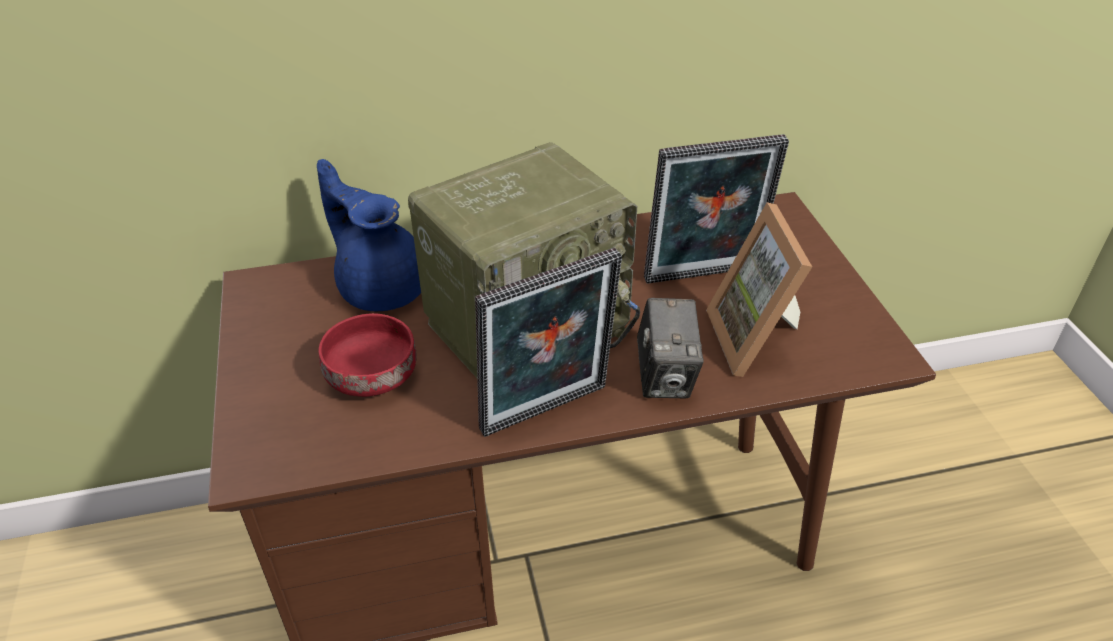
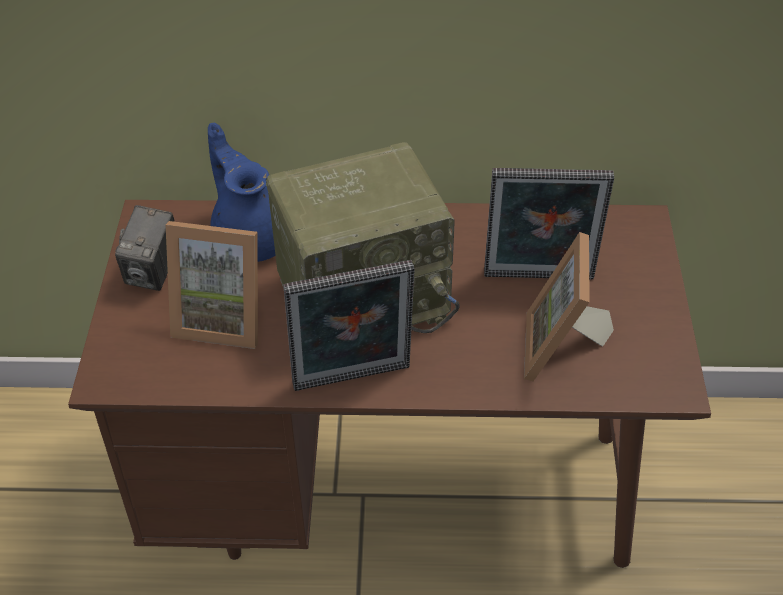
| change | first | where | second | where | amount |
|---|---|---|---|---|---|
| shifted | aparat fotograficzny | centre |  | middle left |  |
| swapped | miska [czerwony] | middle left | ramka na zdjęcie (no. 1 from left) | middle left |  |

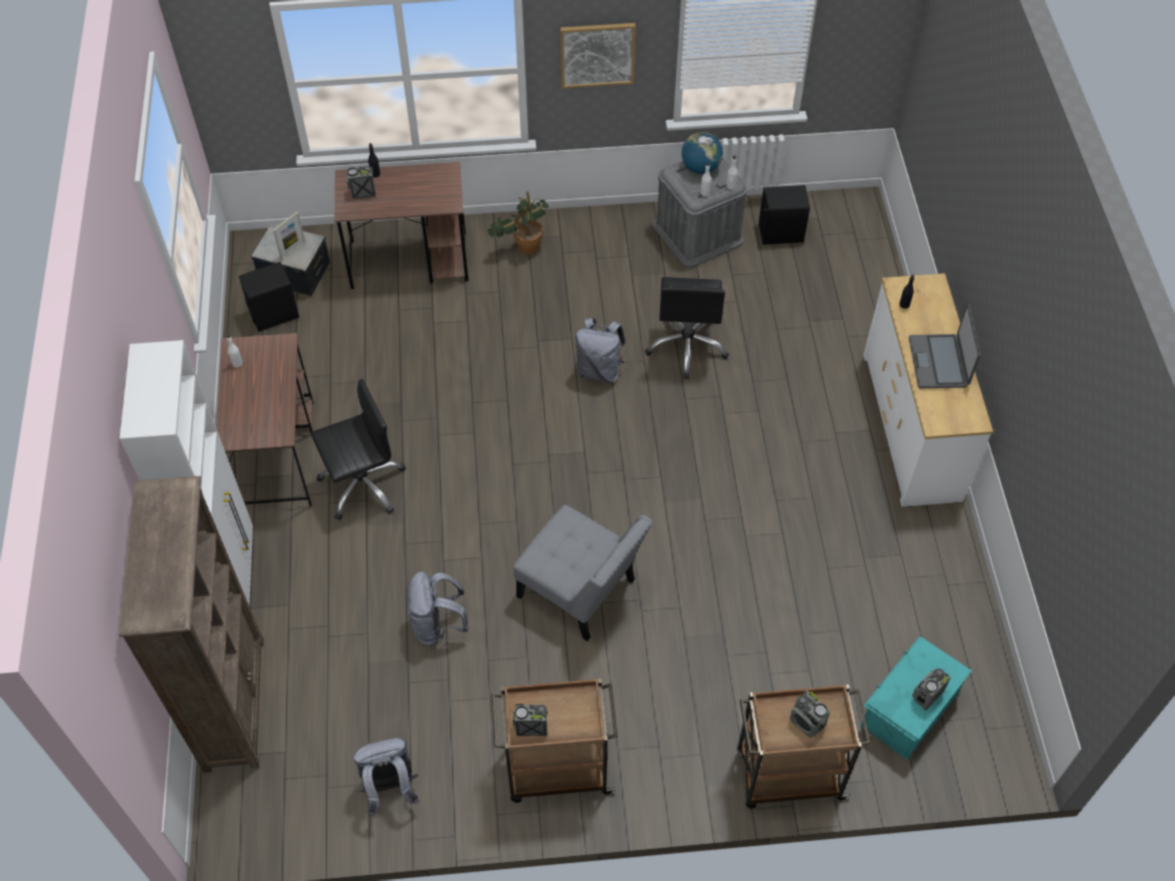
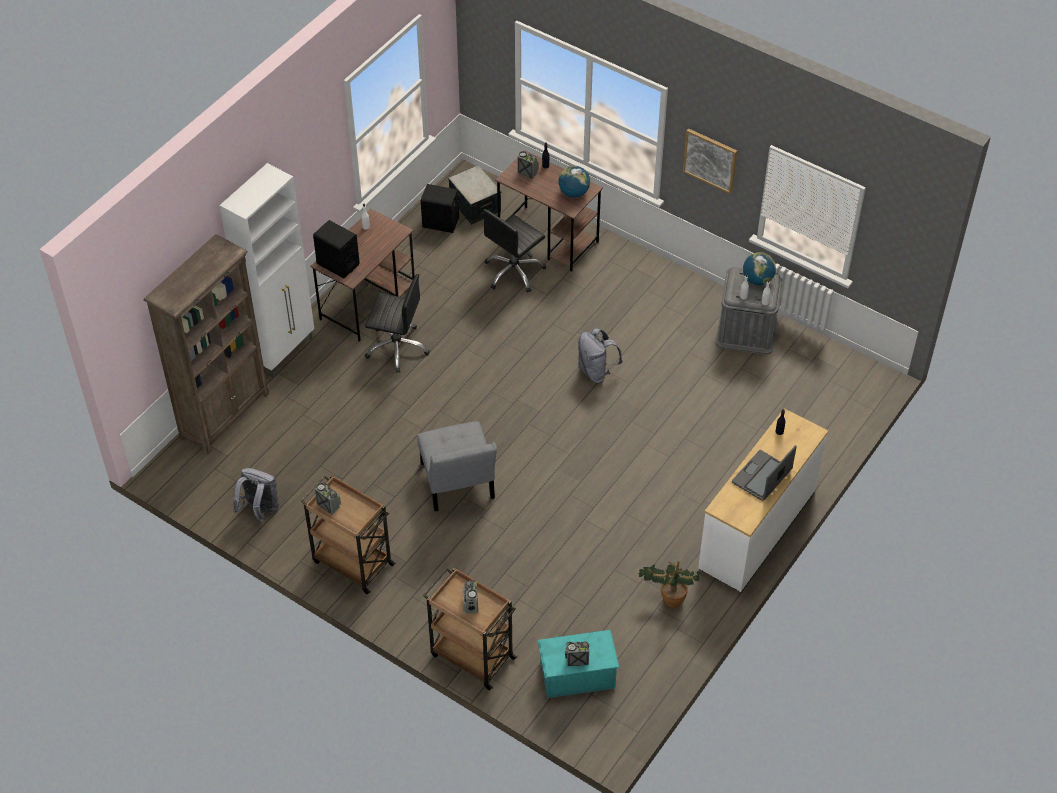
| change | first | where | second | where | amount |
|---|---|---|---|---|---|
| shifted | głośnik [czarny] (no. 2 from left in the first image) | top right | głośnik [czarny] (no. 1 from left) | top left |  |
| shifted | krzesło biurowe [czarny] (no. 2 from left) | centre |  | top centre |  |
| new |  |  | globus (no. 1 from left) | top centre |  |
| shifted | roślina doniczkowa | top centre |  | bottom centre |  |
| gone | ramka na zdjęcie | top left |  |  |  |
| gone | plecak [szary] (no. 2 from left) | bottom centre |  |  |  |

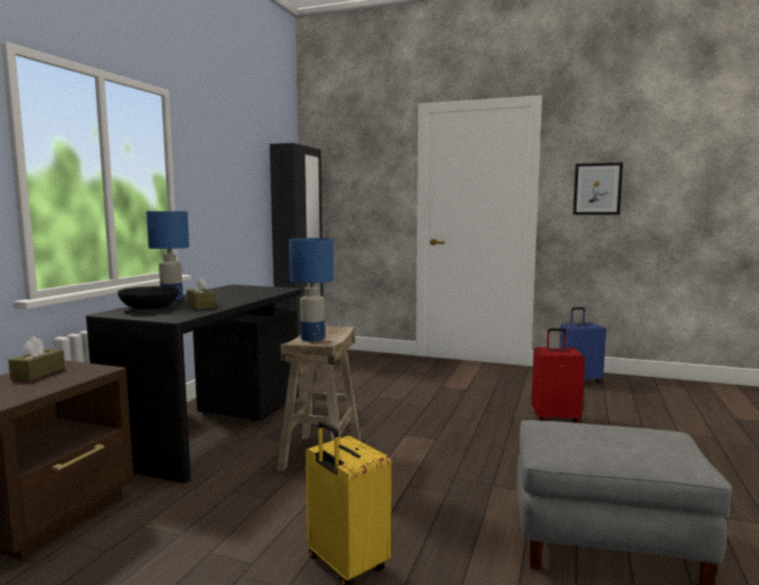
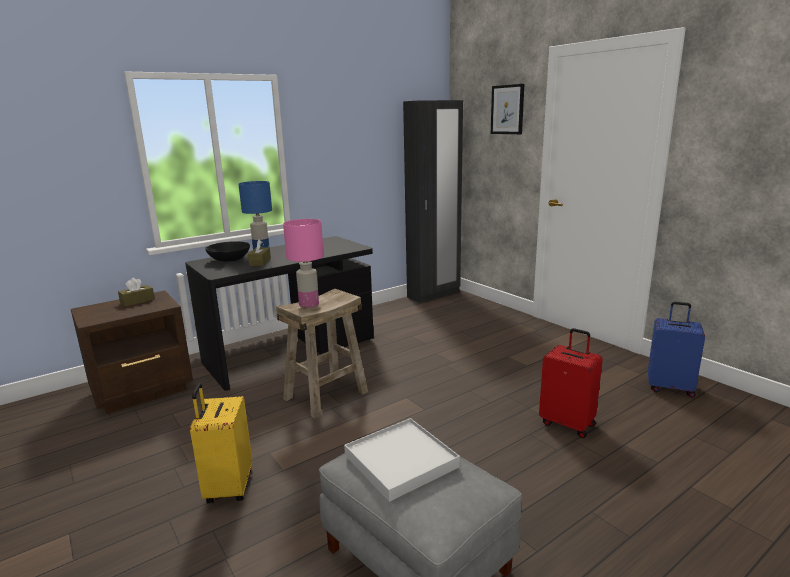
| change | first | where | second | where | amount |
|---|---|---|---|---|---|
| repainted | lampa stołowa [niebieski] (no. 2 from left) | centre | lampa stołowa [różowy] | centre |  |
| new |  |  | taca [biały] | bottom centre |  |
| shifted | obraz | top right |  | top centre |  |

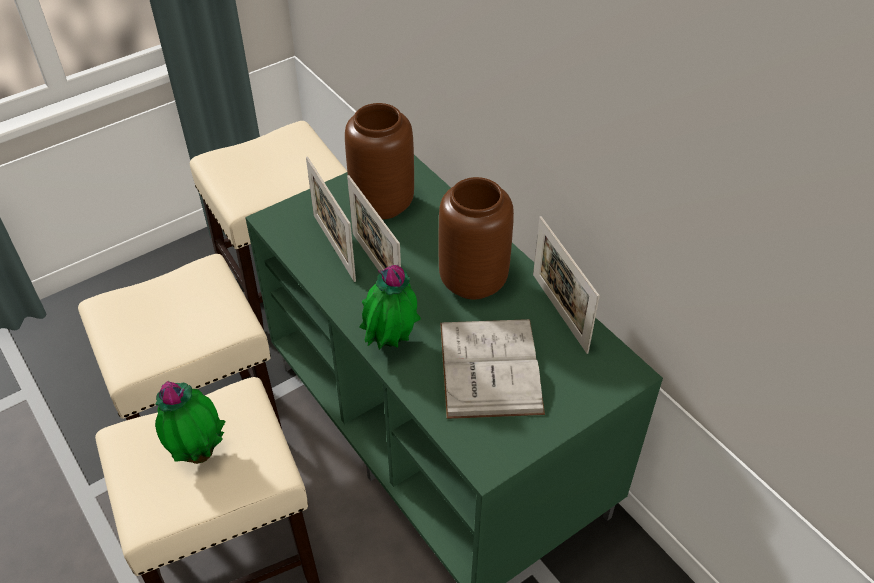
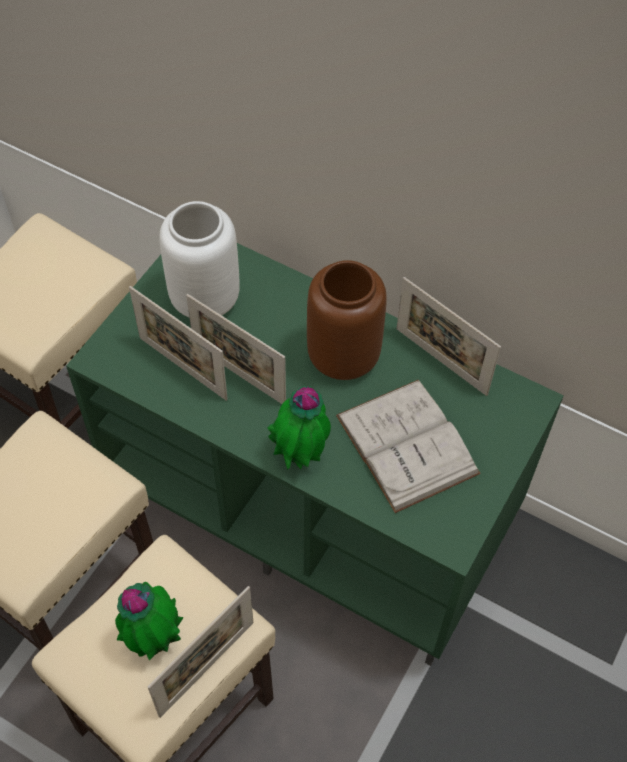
| change | first | where | second | where | amount |
|---|---|---|---|---|---|
| new |  |  | ramka na zdjęcie (no. 2 from left) | bottom left |  |
| repainted | wazon [brązowy] (no. 1 from left) | top centre | wazon [biały] | middle left |  |

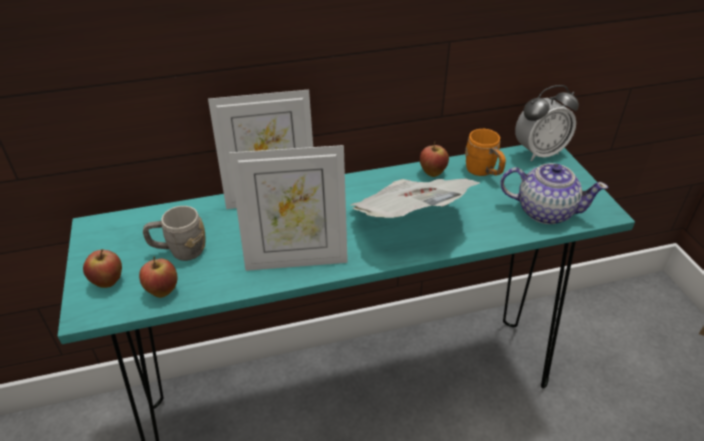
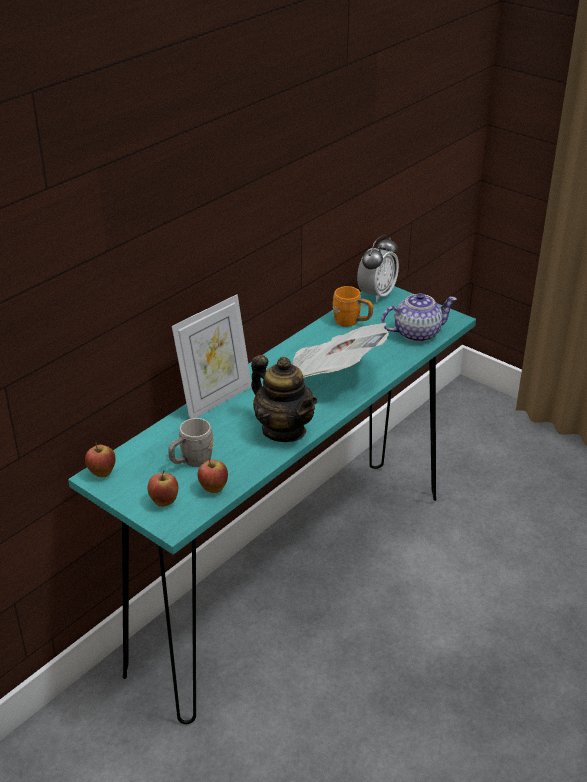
| change | first | where | second | where | amount |
|---|---|---|---|---|---|
| shifted | jabłko (no. 3 from left in the first image) | centre | jabłko (no. 1 from left) | middle left |  |
| swapped | ramka na zdjęcie (no. 2 from left) | centre | imbryk (no. 1 from left) | centre |  |

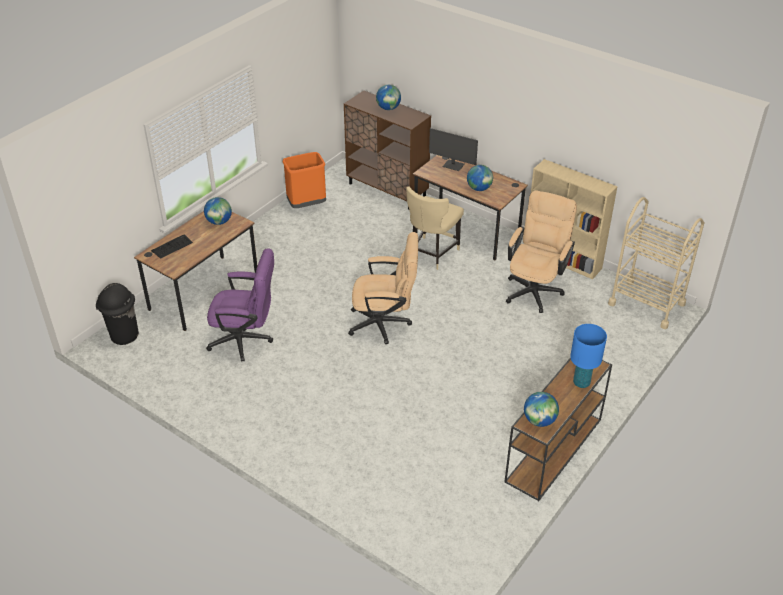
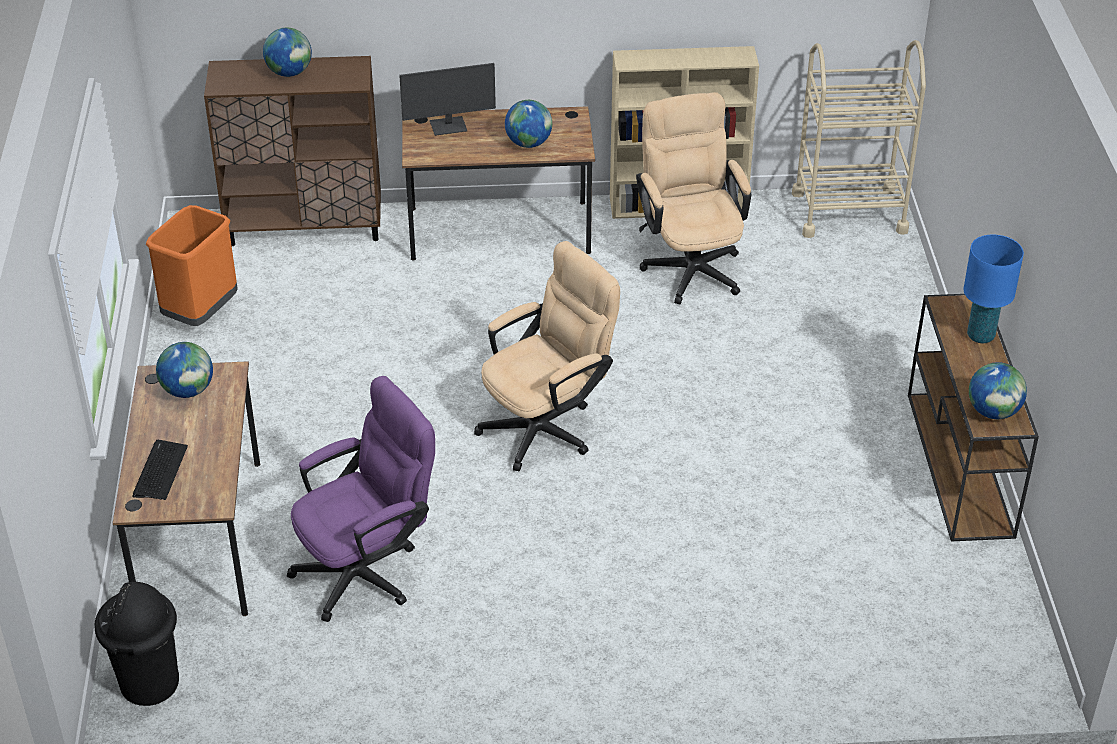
| change | first | where | second | where | amount |
|---|---|---|---|---|---|
| gone | krzesło [beżowy] | centre |  |  |  |

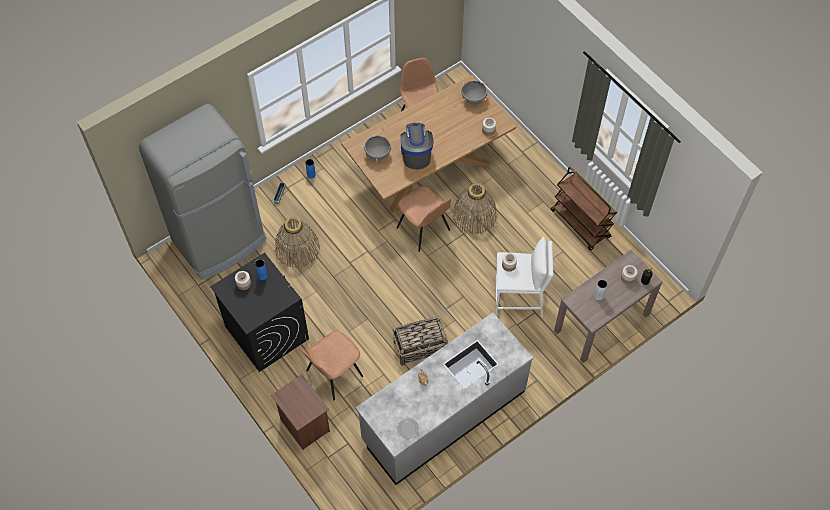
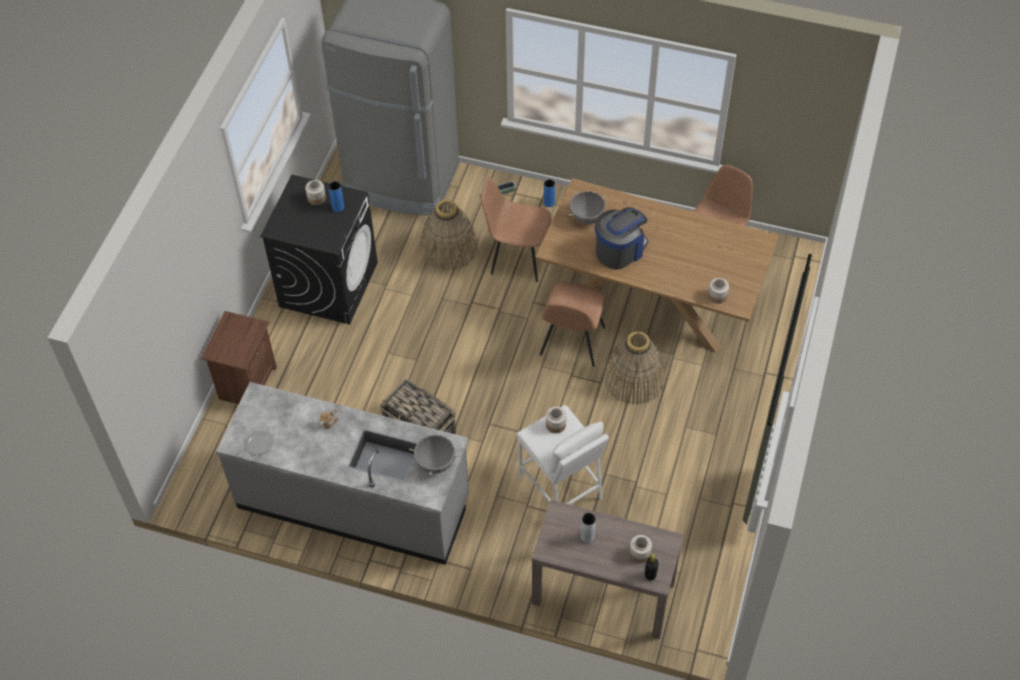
| change | first | where | second | where | amount |
|---|---|---|---|---|---|
| shifted | garnek [szary] (no. 2 from left in the first image) | top centre | garnek [szary] (no. 1 from left) | centre |  |
| shifted | krzesło [brązowy] (no. 1 from left) | bottom centre |  | centre |  |
| gone | wózek [brązowy] | middle right |  |  |  |

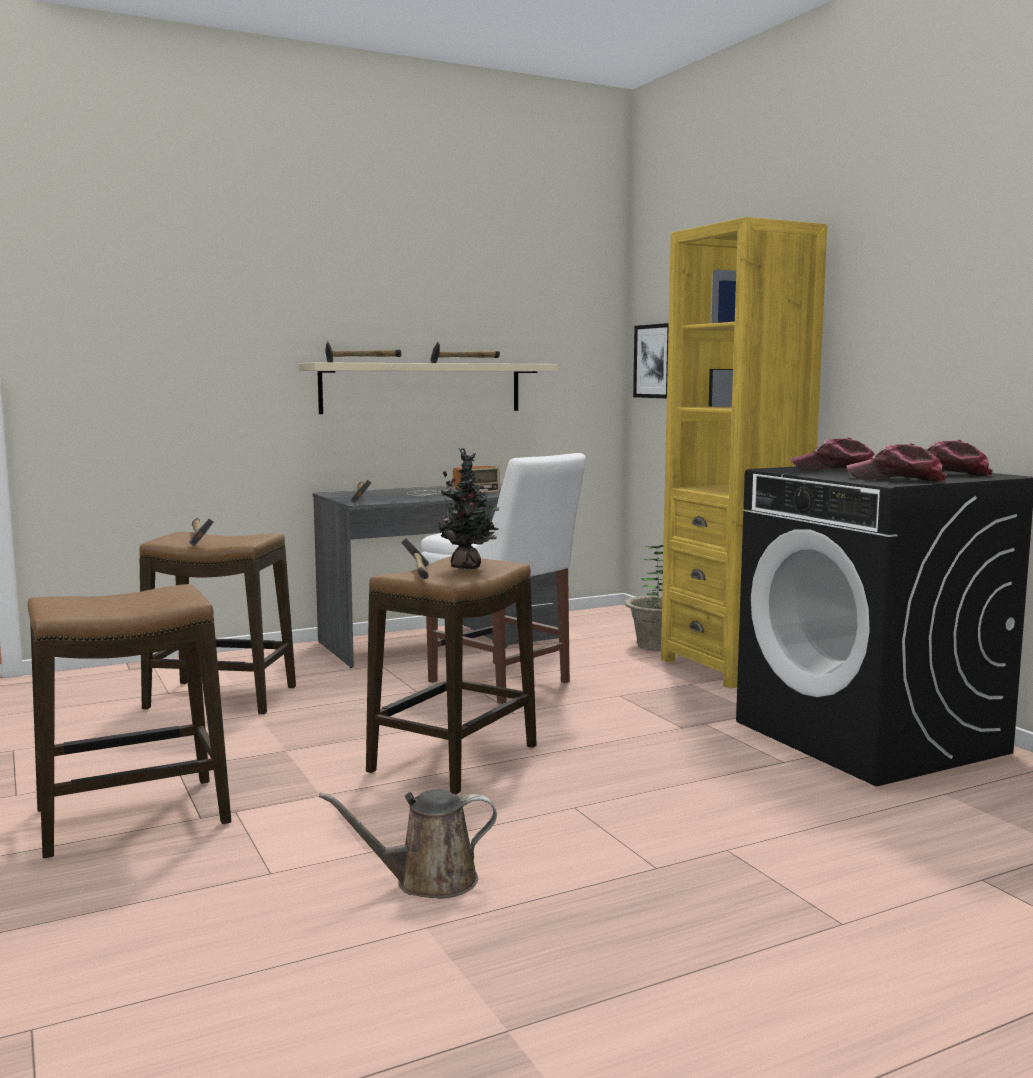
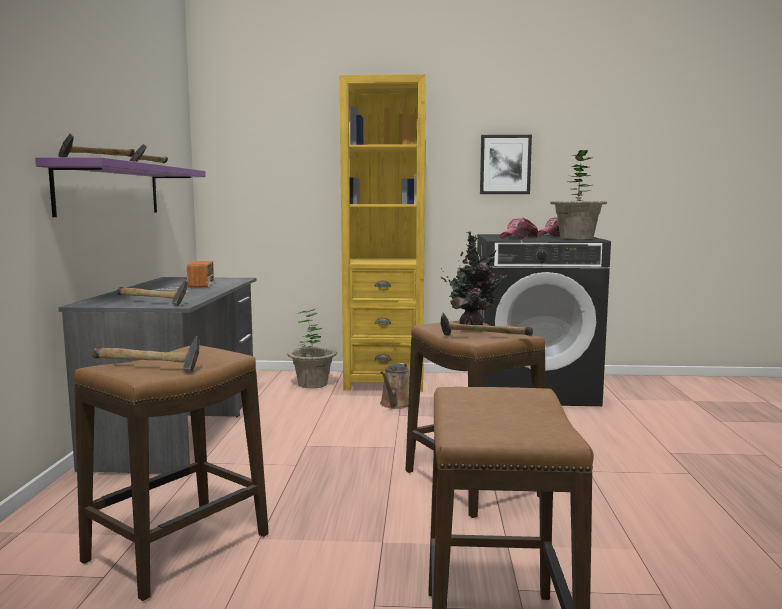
| change | first | where | second | where | amount |
|---|---|---|---|---|---|
| repainted | półka [beżowy] | centre | półka [fioletowy] | top left |  |
| shifted | konewka [brązowy] | bottom centre |  | centre |  |
| shifted | obraz | centre |  | top centre |  |
| swapped | czapka z daszkiem (no. 2 from left) | middle right | roślina doniczkowa (no. 3 from left) | top right |  |
| gone | krzesło [biały] | centre |  |  |  |

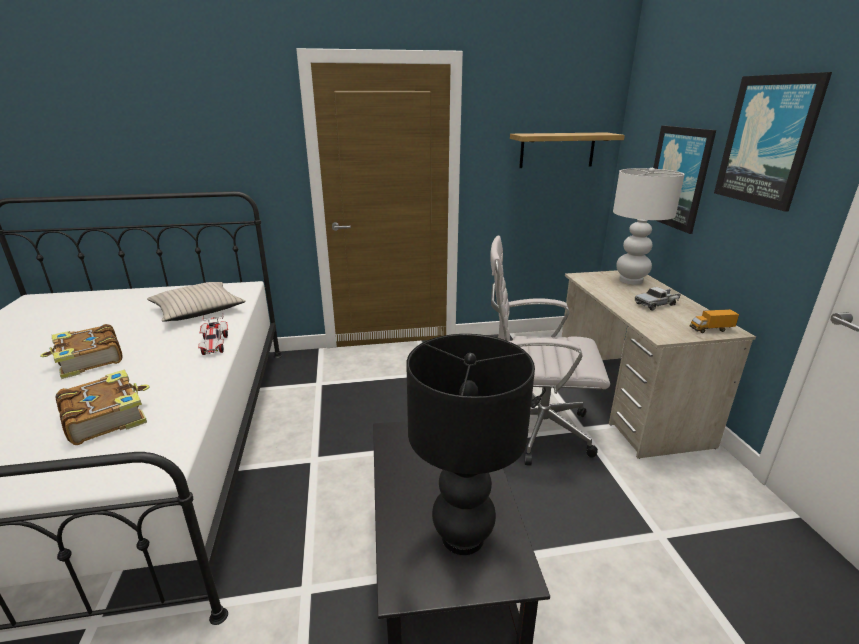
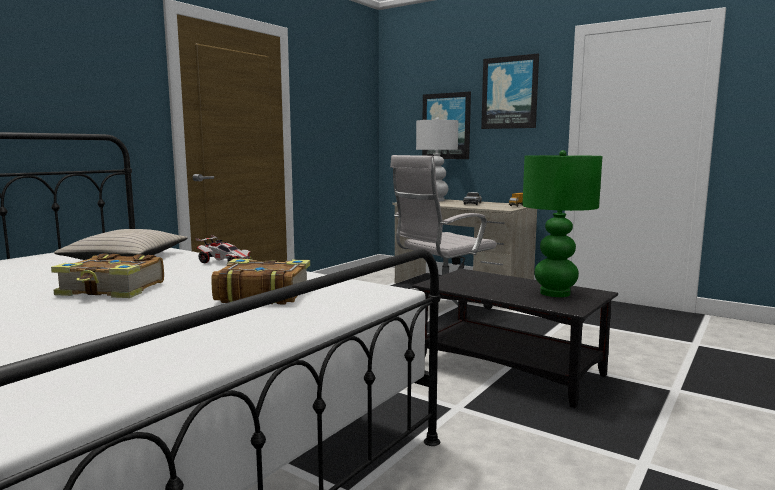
| change | first | where | second | where | amount |
|---|---|---|---|---|---|
| repainted | lampa stołowa [czarny] | bottom centre | lampa stołowa [zielony] | middle right |  |
| gone | półka | top centre |  |  |  |

